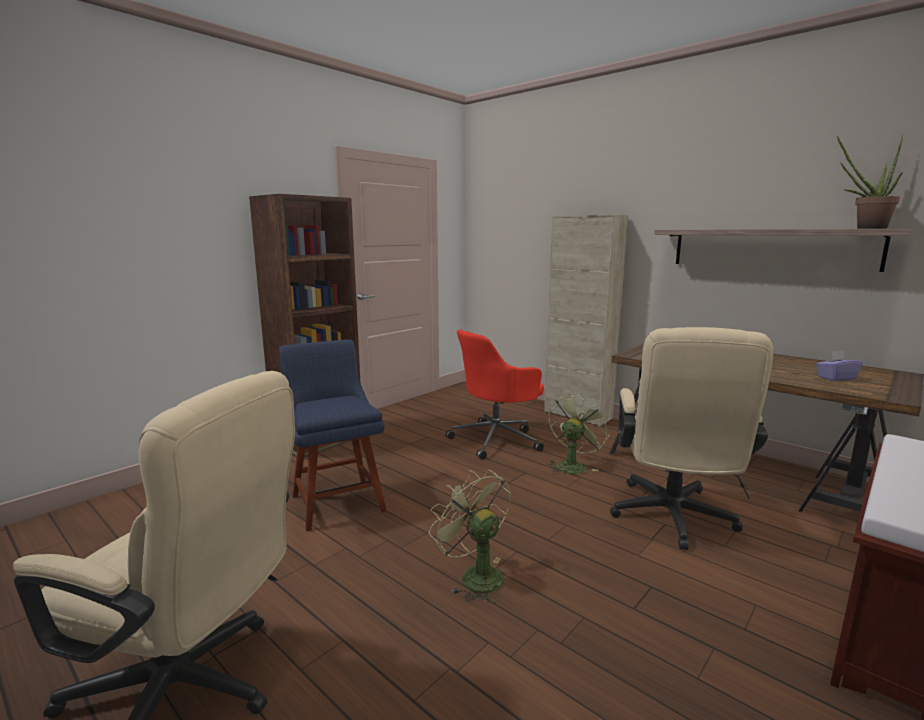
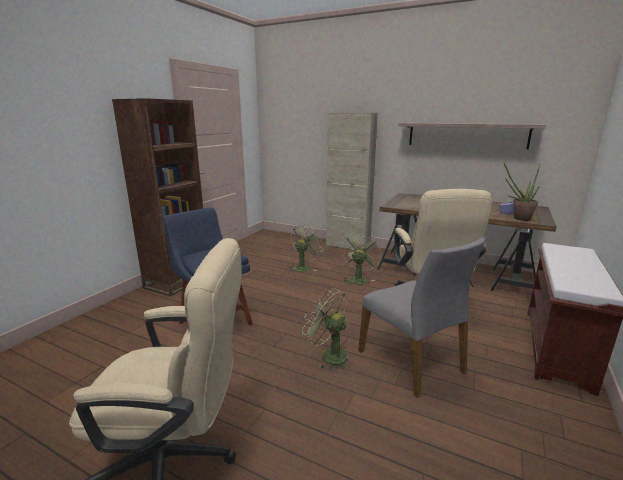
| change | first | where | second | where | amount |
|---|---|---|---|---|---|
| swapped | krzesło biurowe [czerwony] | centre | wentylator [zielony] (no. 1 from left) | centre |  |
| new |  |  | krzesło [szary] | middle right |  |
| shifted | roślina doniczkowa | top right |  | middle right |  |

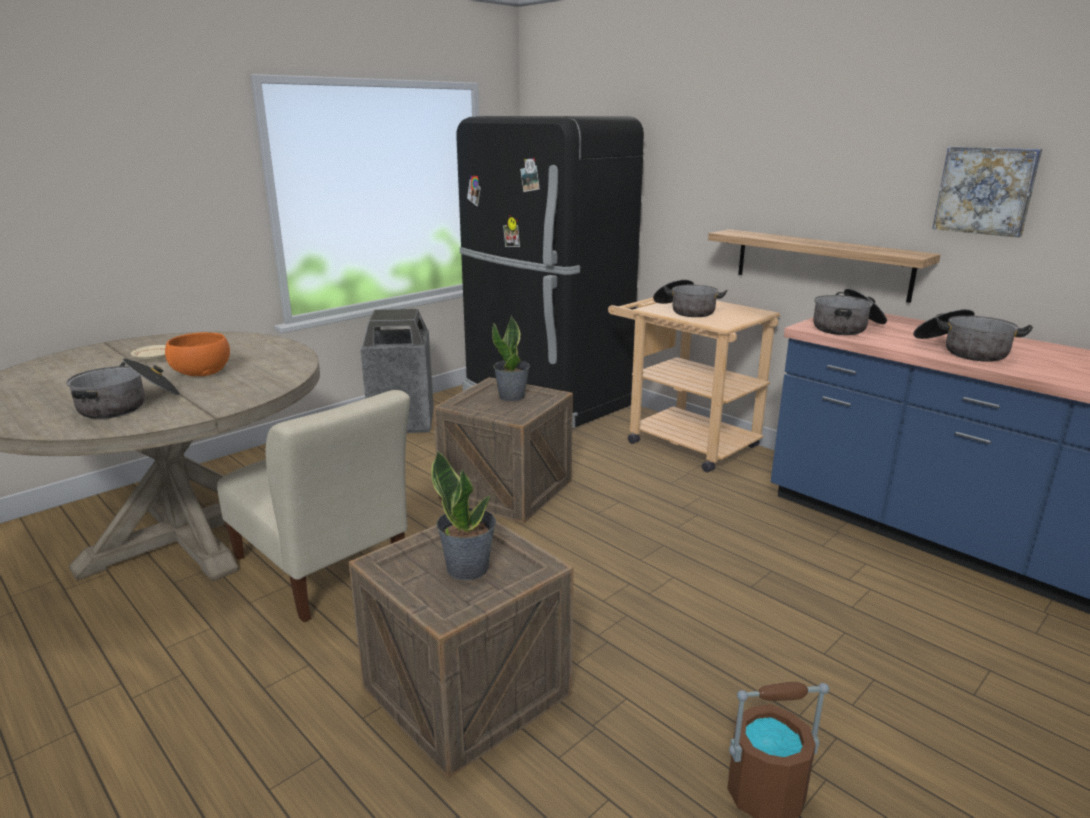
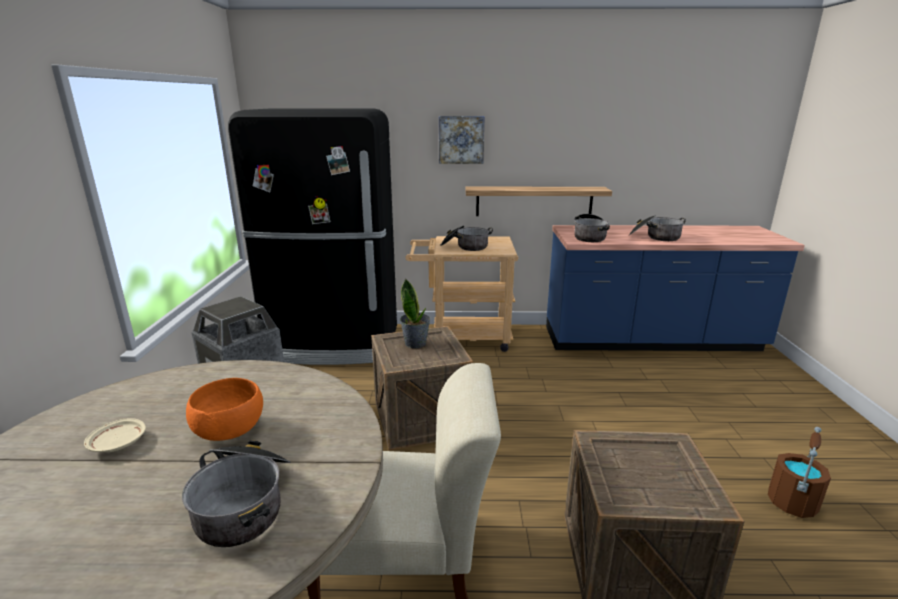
| change | first | where | second | where | amount |
|---|---|---|---|---|---|
| shifted | obraz | top right |  | top centre |  |
| gone | roślina doniczkowa (no. 1 from left) | centre |  |  |  |

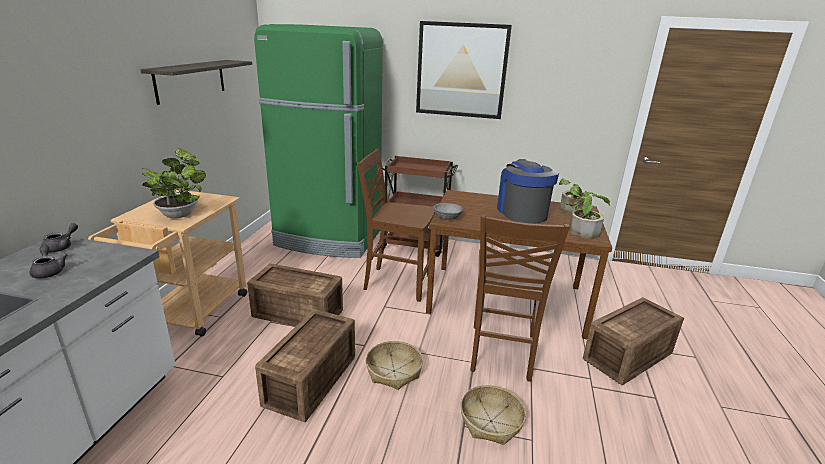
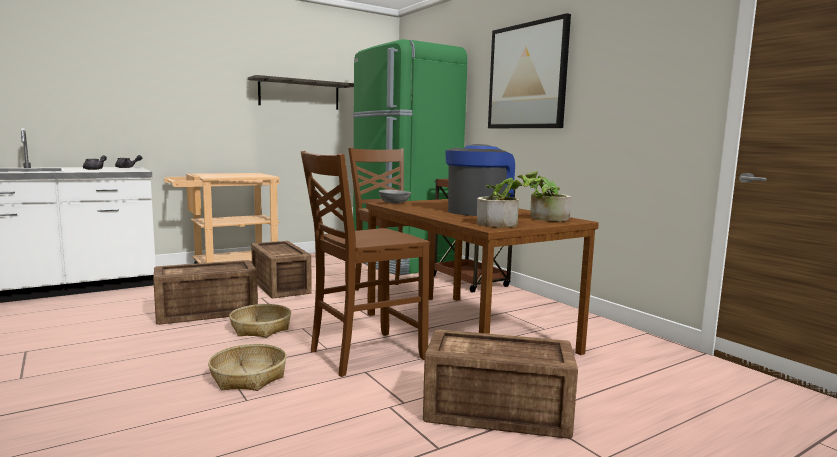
| change | first | where | second | where | amount |
|---|---|---|---|---|---|
| gone | roślina doniczkowa (no. 1 from left) | middle left |  |  |  |

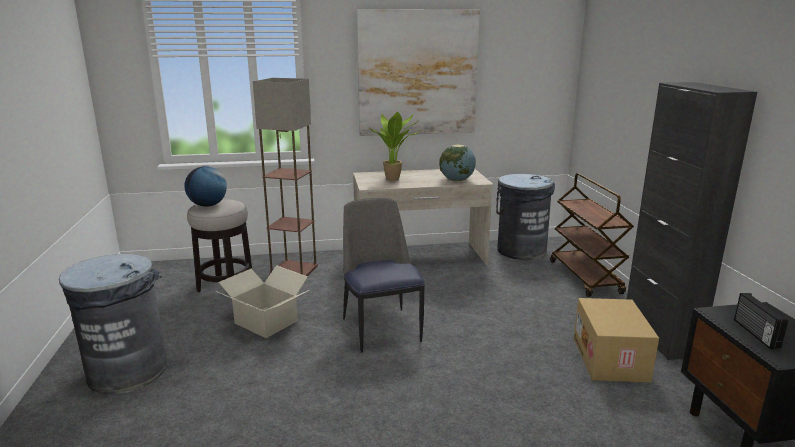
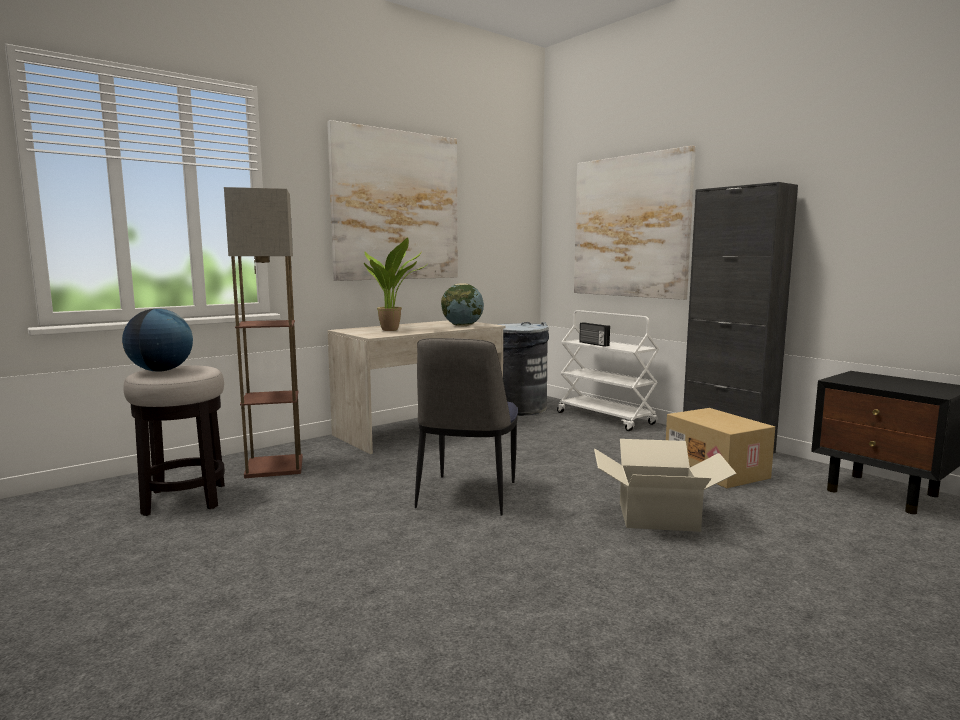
| change | first | where | second | where | amount |
|---|---|---|---|---|---|
| rotated | krzesło | centre |  | centre | 120 degrees counterclockwise |
| repainted | wózek [brązowy] | middle right | wózek [biały] | centre |  |
| new |  |  | obraz (no. 2 from left) | top centre |  |
| shifted | radio | bottom right |  | centre |  |
| shifted | karton (no. 1 from left) | bottom left |  | bottom right |  |
| gone | kosz na śmieci [szary] (no. 1 from left) | bottom left |  |  |  |

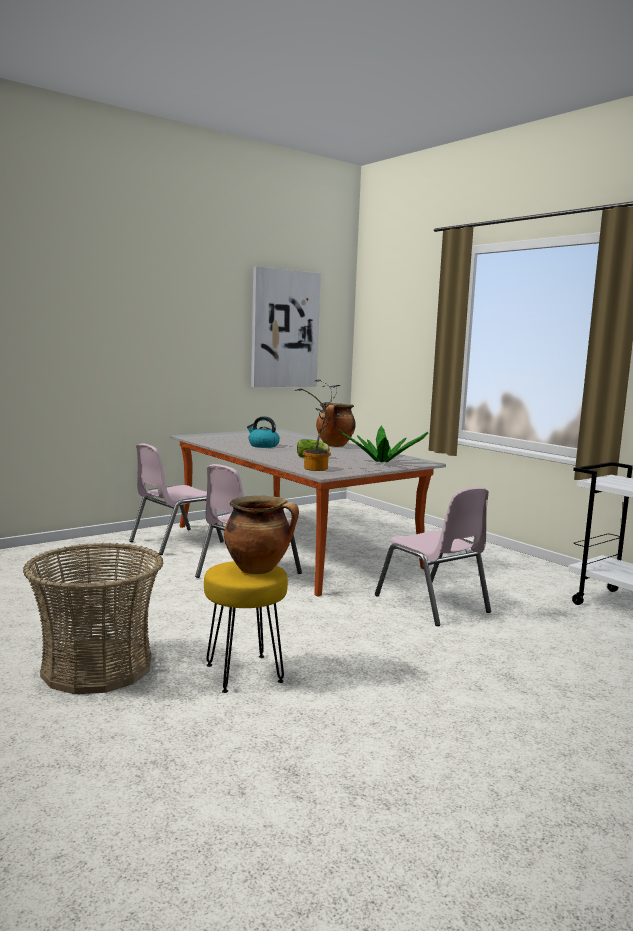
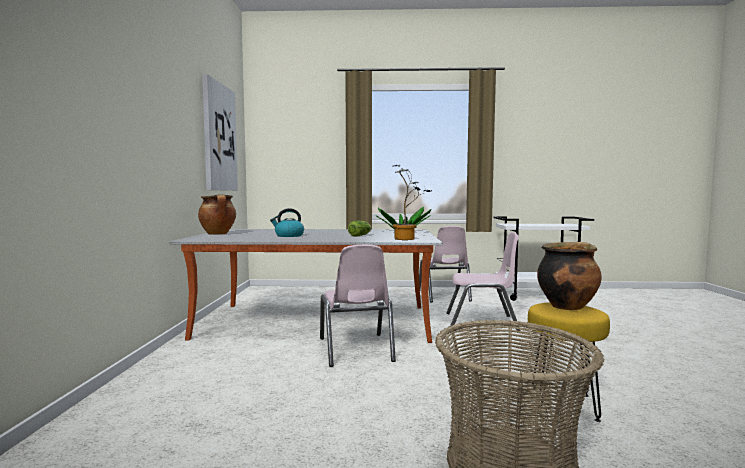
| change | first | where | second | where | amount |
|---|---|---|---|---|---|
| shifted | garnek (no. 2 from left in the first image) | centre | garnek (no. 1 from left) | middle left |  |
| shifted | krzesło [różowy] (no. 1 from left in the first image) | middle left | krzesło [różowy] (no. 2 from left) | centre |  |

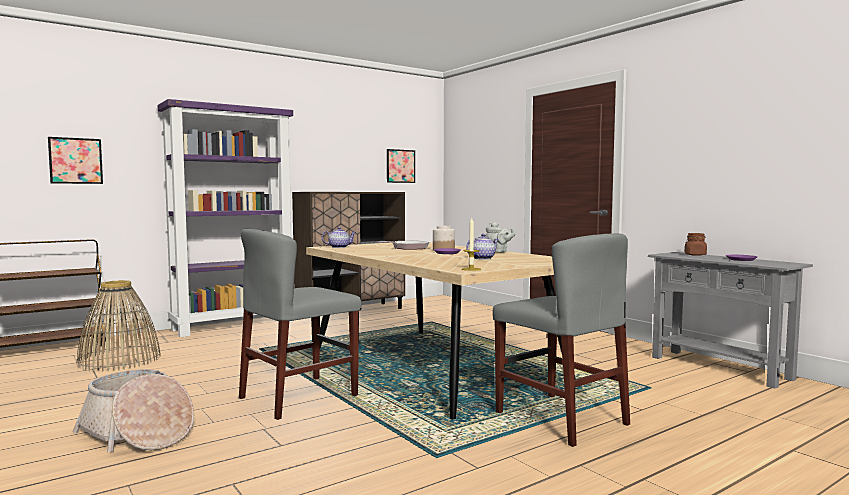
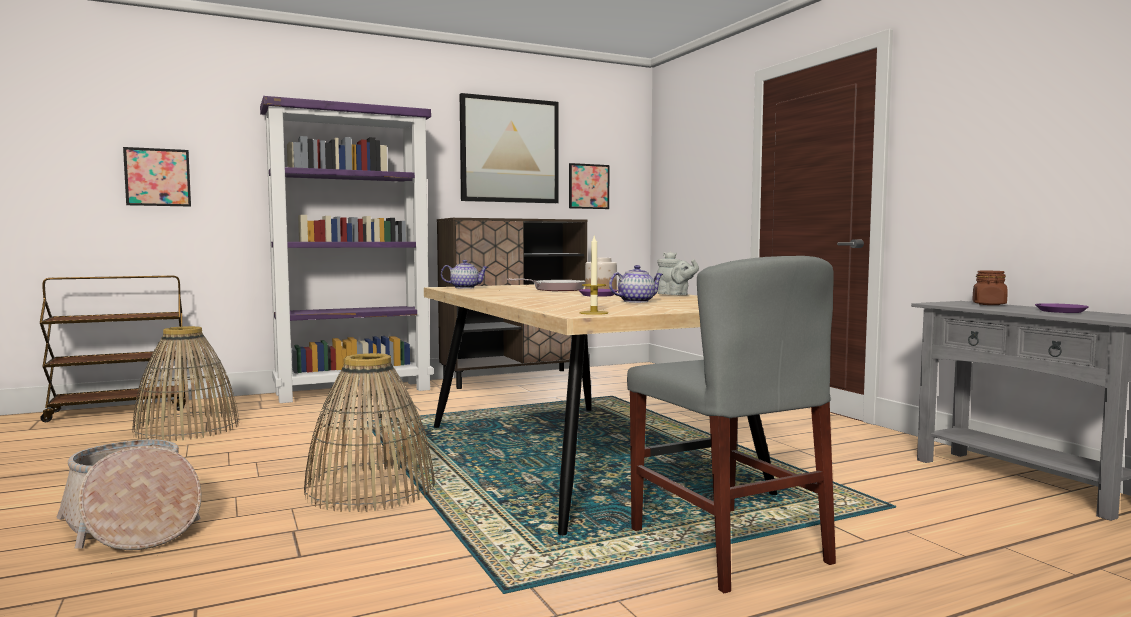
| change | first | where | second | where | amount |
|---|---|---|---|---|---|
| swapped | krzesło [szary] (no. 1 from left) | centre | koszyk (no. 3 from left) | bottom left |  |
| new |  |  | obraz (no. 2 from left) | top centre |  |

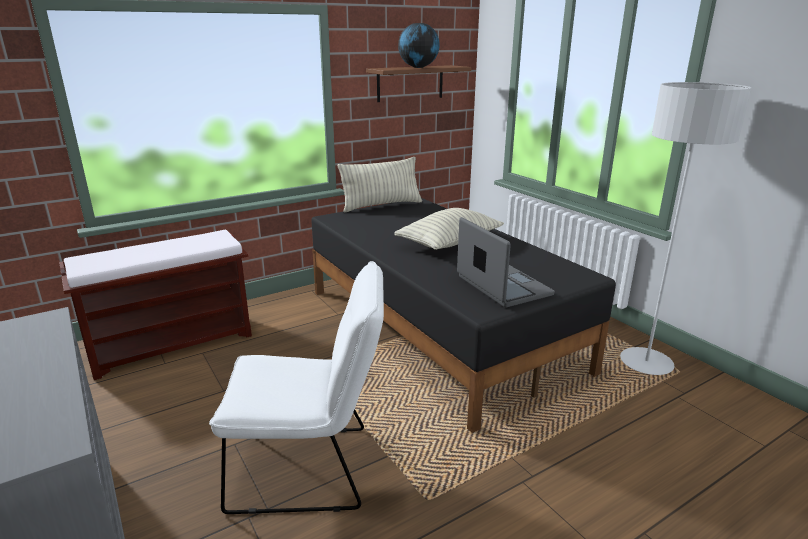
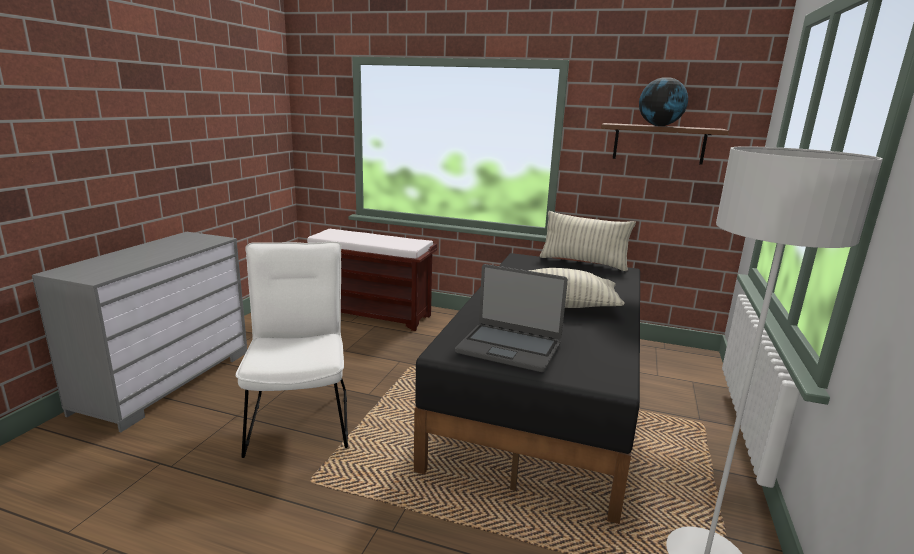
| change | first | where | second | where | amount |
|---|---|---|---|---|---|
| rotated | krzesło [biały] | bottom centre |  | middle left | 150 degrees counterclockwise |
| rotated | laptop | centre |  | centre | 90 degrees clockwise |

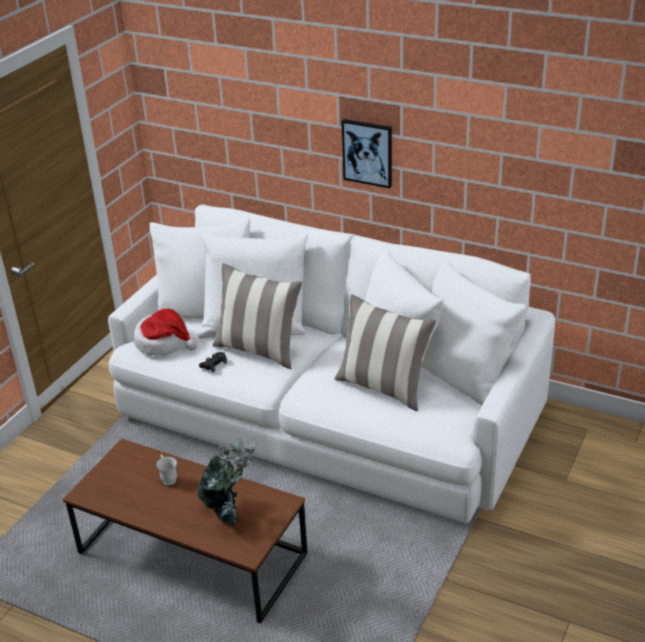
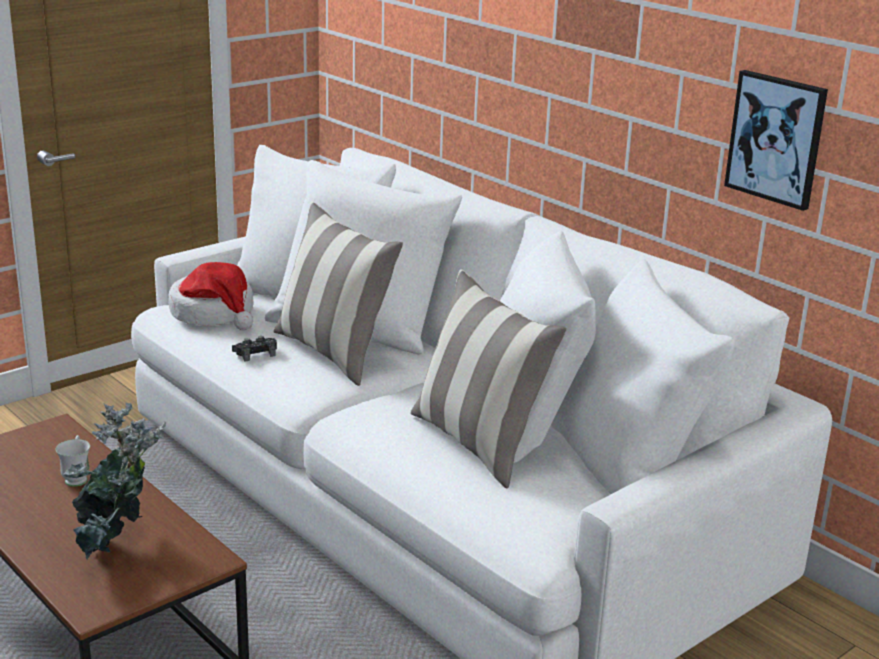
| change | first | where | second | where | amount |
|---|---|---|---|---|---|
| shifted | obraz | top centre |  | top right |  |

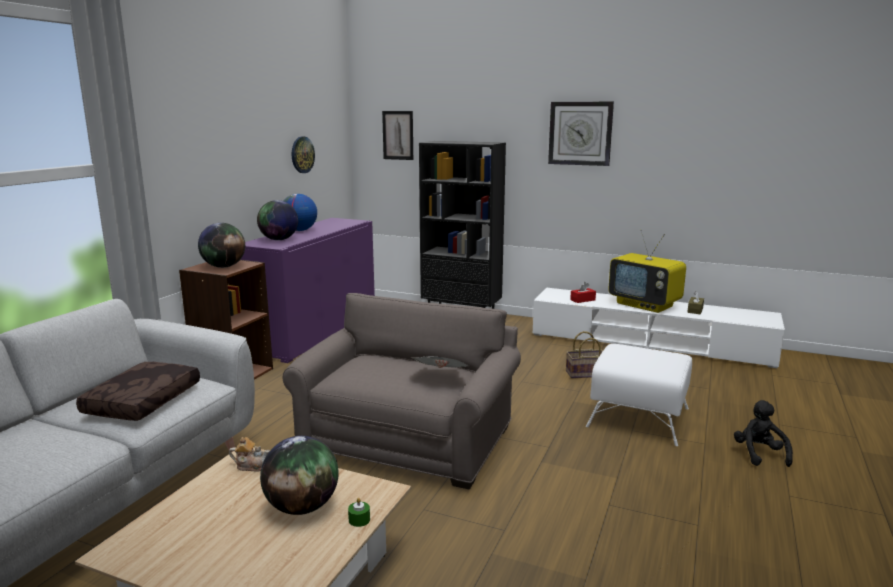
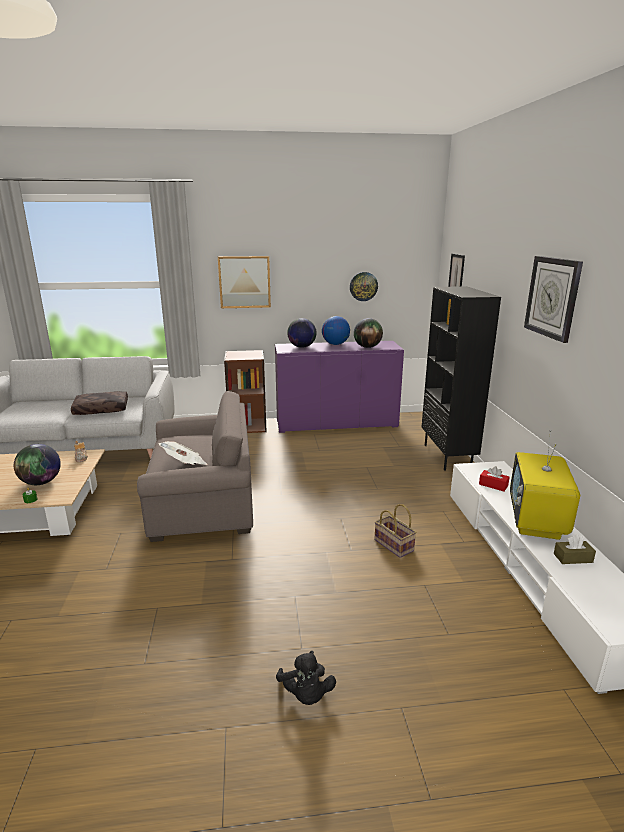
| change | first | where | second | where | amount |
|---|---|---|---|---|---|
| new |  |  | obraz (no. 1 from left) | centre |  |
| rotated | pluszak [czarny] | bottom right |  | bottom centre | 105 degrees clockwise |
| shifted | globus (no. 1 from left in the first image) | middle left | globus (no. 4 from left) | centre |  |
| gone | pufa [biały] | bottom right |  |  |  |

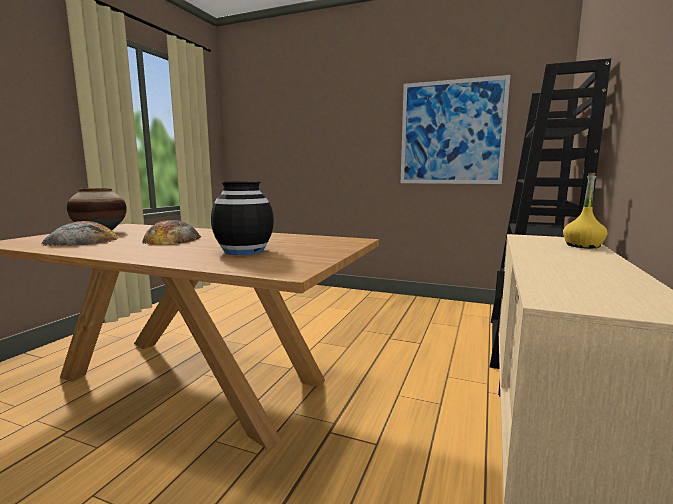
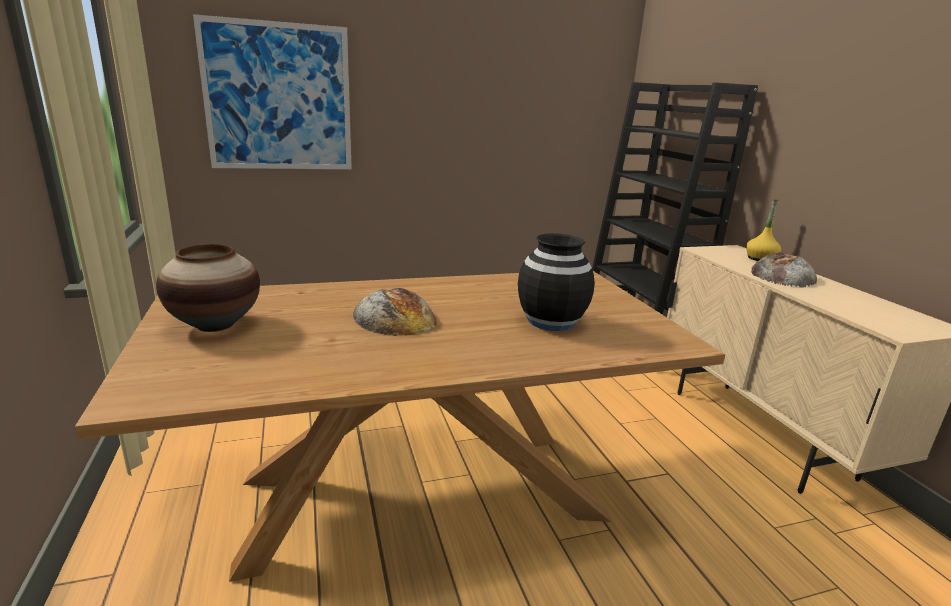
| change | first | where | second | where | amount |
|---|---|---|---|---|---|
| shifted | obraz | top right |  | top left |  |
| shifted | chleb (no. 1 from left in the first image) | middle left | chleb (no. 2 from left) | middle right |  |

